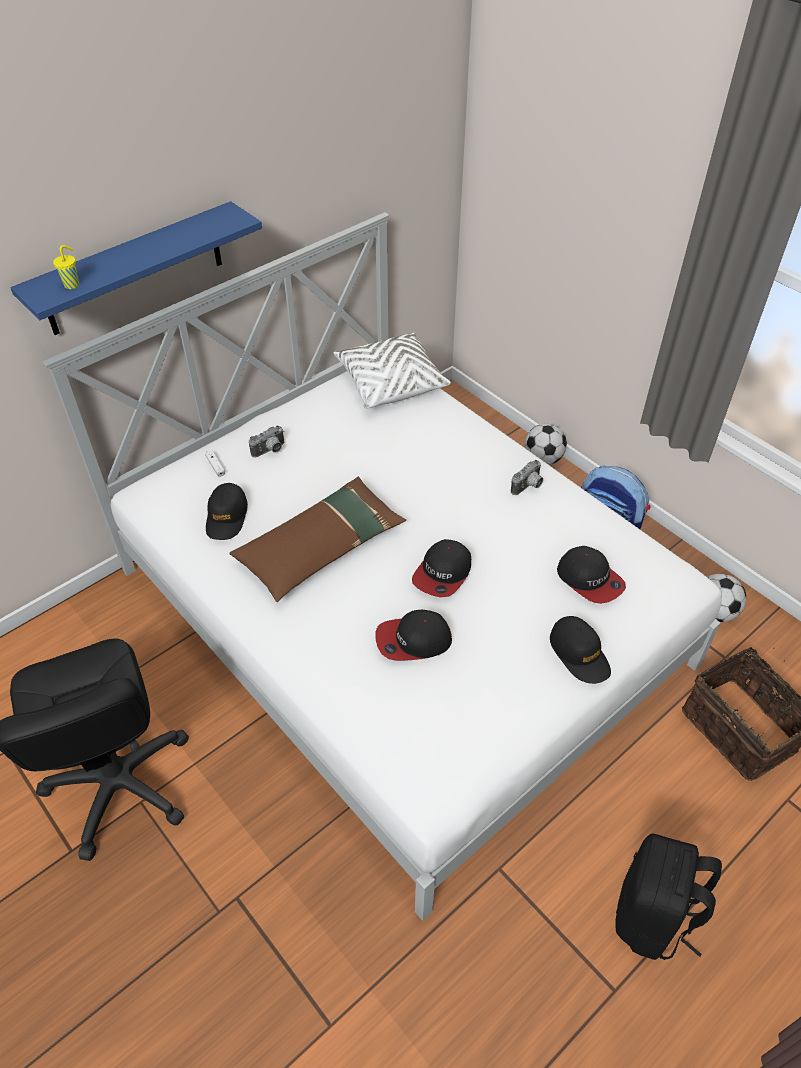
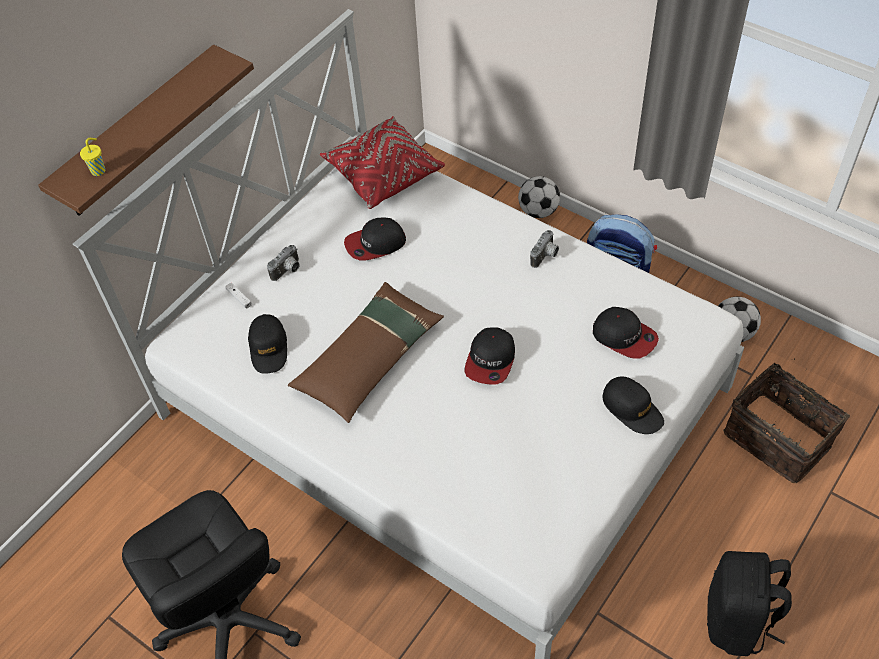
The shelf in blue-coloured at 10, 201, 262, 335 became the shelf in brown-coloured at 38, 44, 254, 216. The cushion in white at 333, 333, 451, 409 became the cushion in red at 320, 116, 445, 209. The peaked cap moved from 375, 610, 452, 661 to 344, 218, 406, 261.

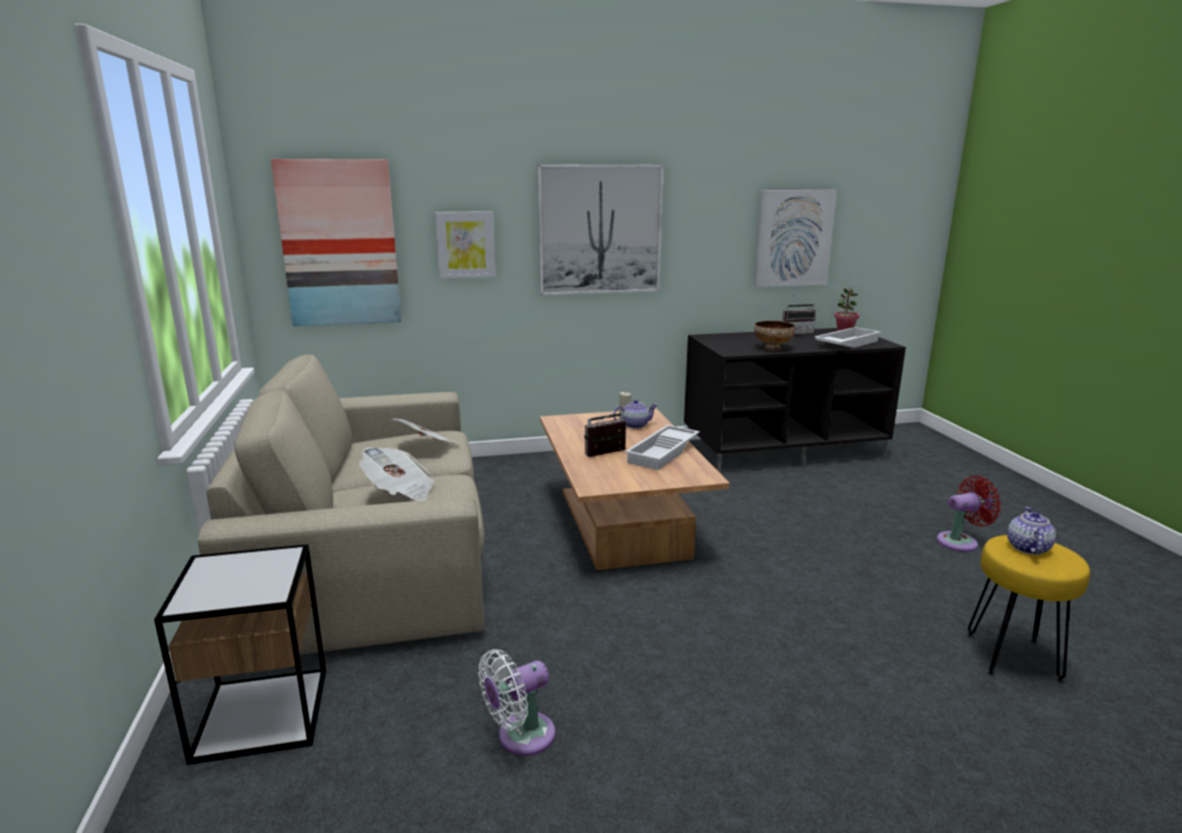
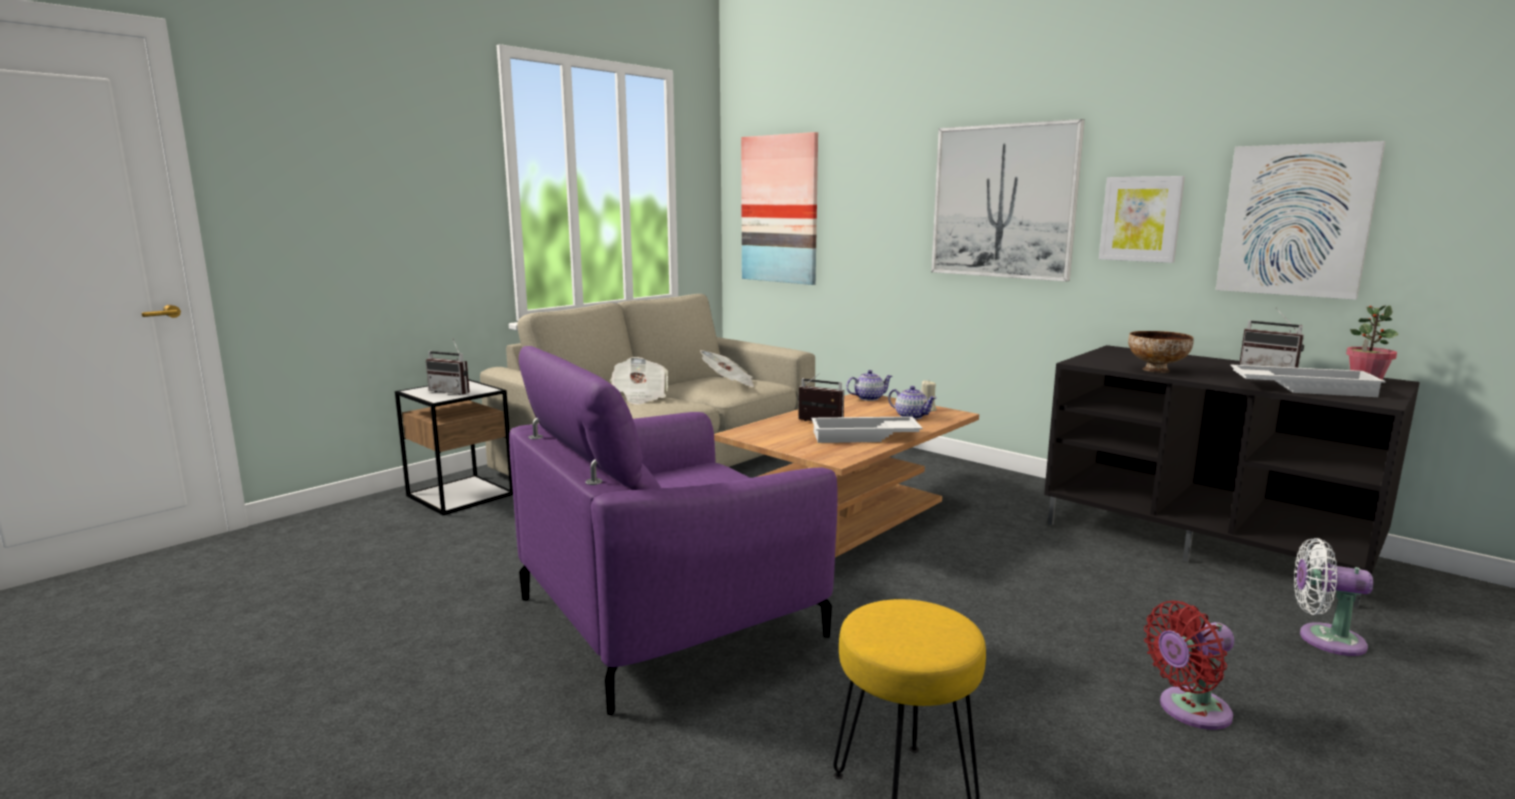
The radio at 426, 340, 470, 395 appeared. The armchair in purple-coloured at 509, 346, 838, 715 appeared. The teapot moved from 1007, 507, 1056, 555 to 846, 370, 892, 401. The picture moved from 435, 211, 495, 279 to 1099, 176, 1185, 263. The electric fan in red at 937, 476, 1001, 552 turned 120 degrees clockwise. The electric fan in white moved from 479, 649, 555, 756 to 1294, 538, 1373, 656.

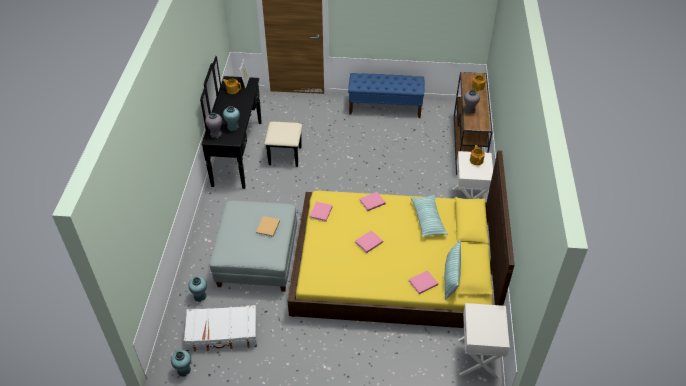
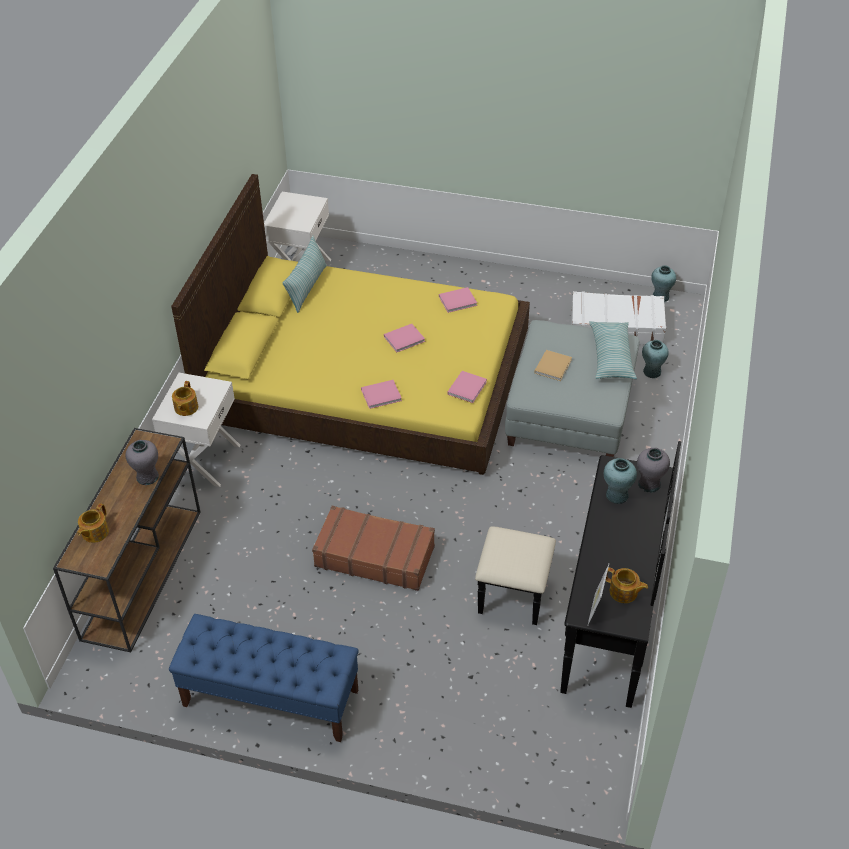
The travel case in brown-coloured at 312, 506, 435, 591 appeared. The book in pinkish moved from 409, 270, 438, 294 to 439, 287, 477, 313. The cushion moved from 411, 195, 448, 237 to 589, 321, 637, 379.

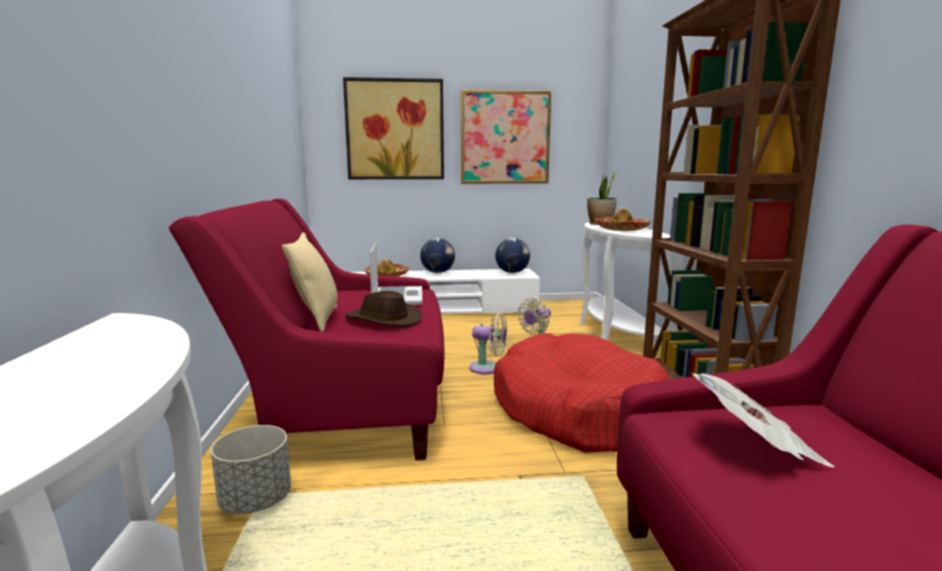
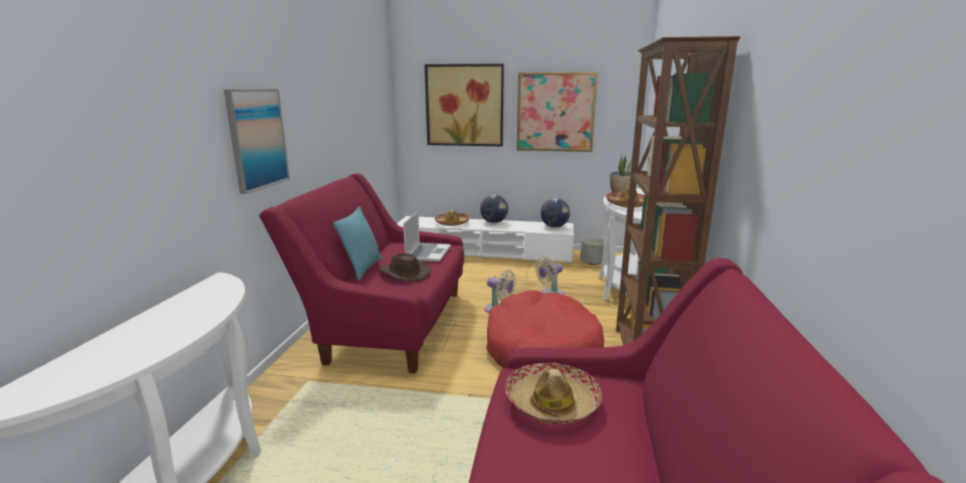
The picture at 224, 89, 290, 194 appeared. The cushion in beige-coloured at 282, 232, 337, 332 became the cushion in turquoise at 333, 206, 382, 281. The newspaper at 691, 373, 834, 467 was replaced by the wearable hat at 505, 363, 602, 424. The plant pot in gray moved from 211, 425, 291, 514 to 580, 237, 603, 265.

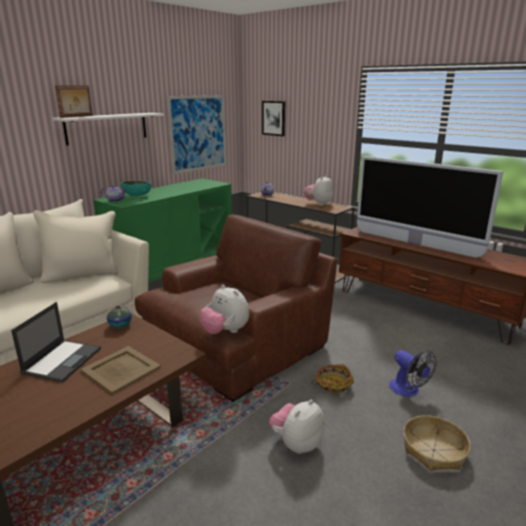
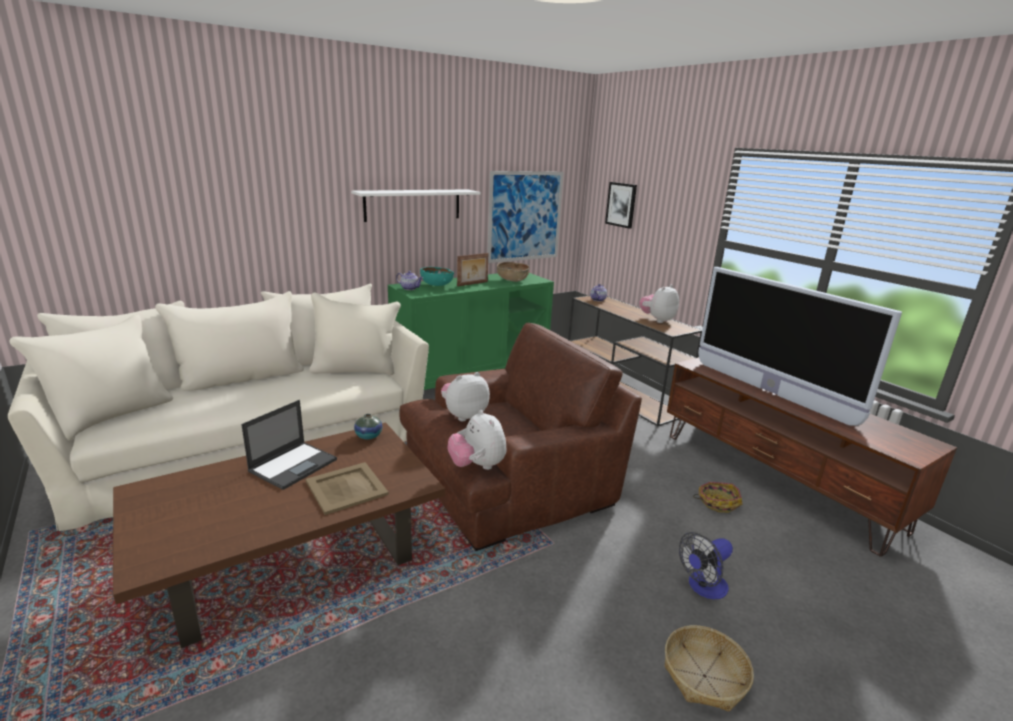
The cuddly toy moved from 269, 399, 324, 454 to 441, 372, 490, 421. The photo frame moved from 55, 86, 93, 118 to 457, 253, 488, 287. The bowl in brown-coloured at 497, 262, 530, 282 appeared. The electric fan at 389, 350, 436, 397 turned 75 degrees clockwise. The household basket moved from 311, 364, 354, 394 to 693, 482, 743, 513.

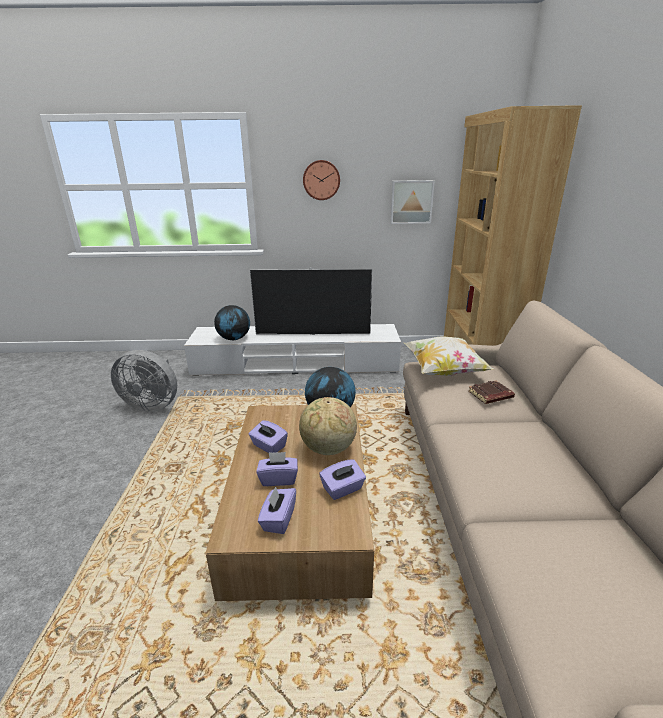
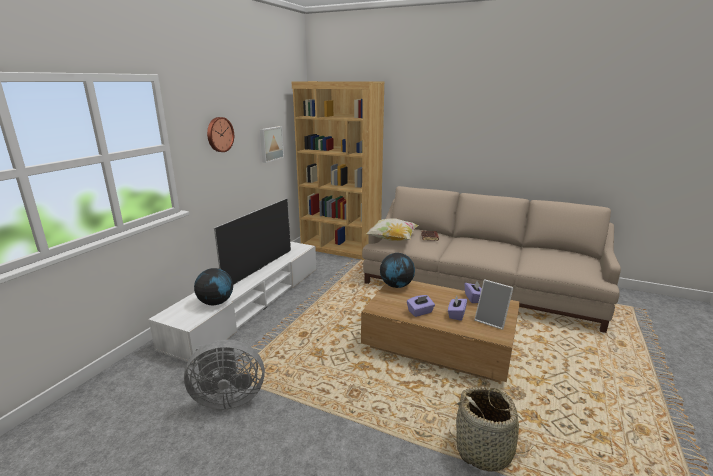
The electric fan in gray at 111, 350, 177, 412 turned 45 degrees clockwise. The household basket at 449, 387, 534, 472 appeared. The box of tissues in purple-coloured at 258, 486, 296, 534 was replaced by the photo frame at 474, 279, 514, 330. The world globe at 299, 397, 357, 455 disappeared.

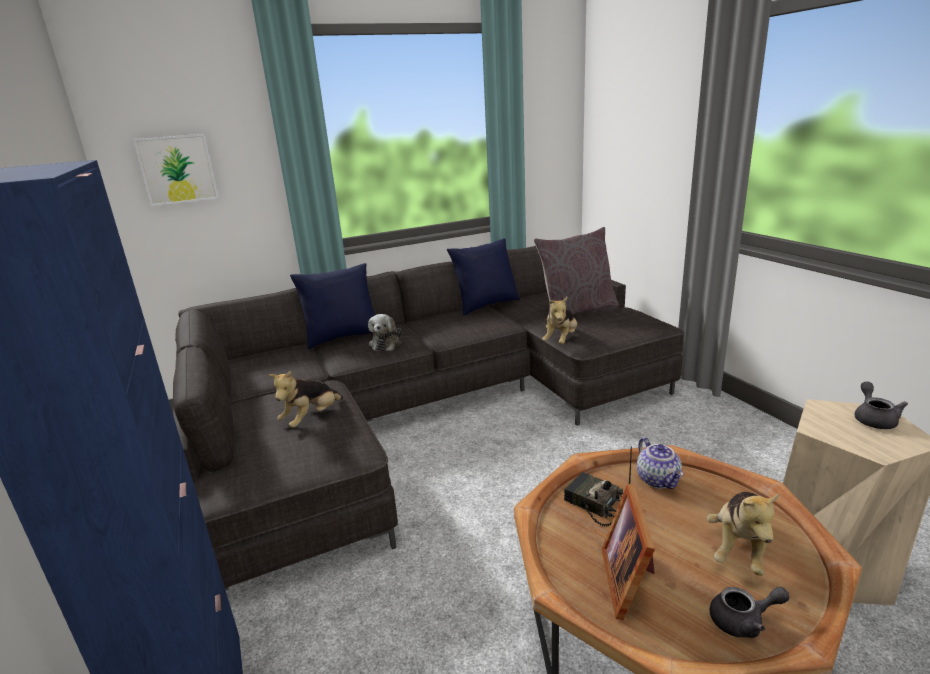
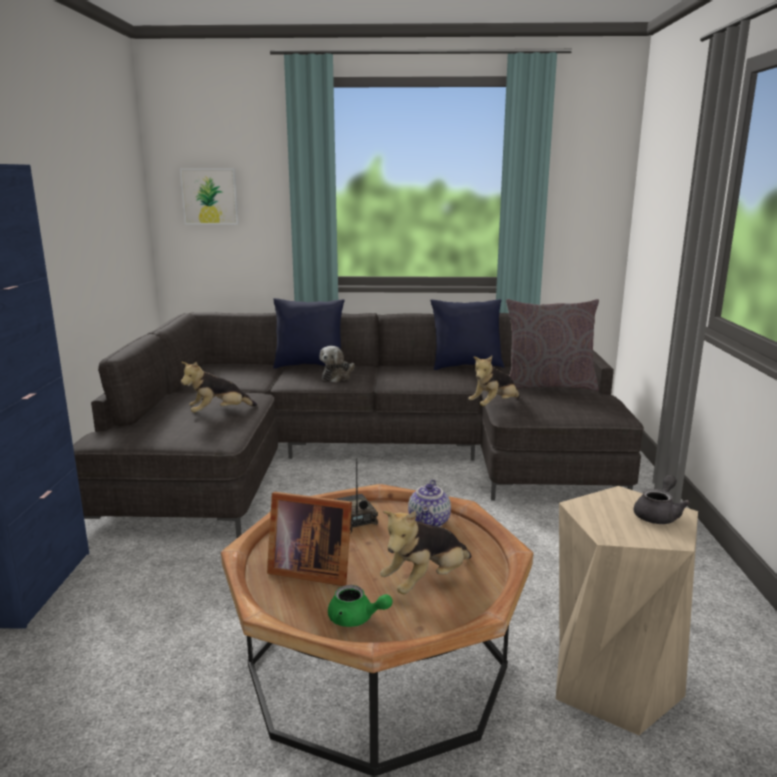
The photo frame at 602, 484, 655, 620 turned 105 degrees counterclockwise. The teapot in gray at 710, 587, 790, 638 became the teapot in green at 328, 585, 392, 627.

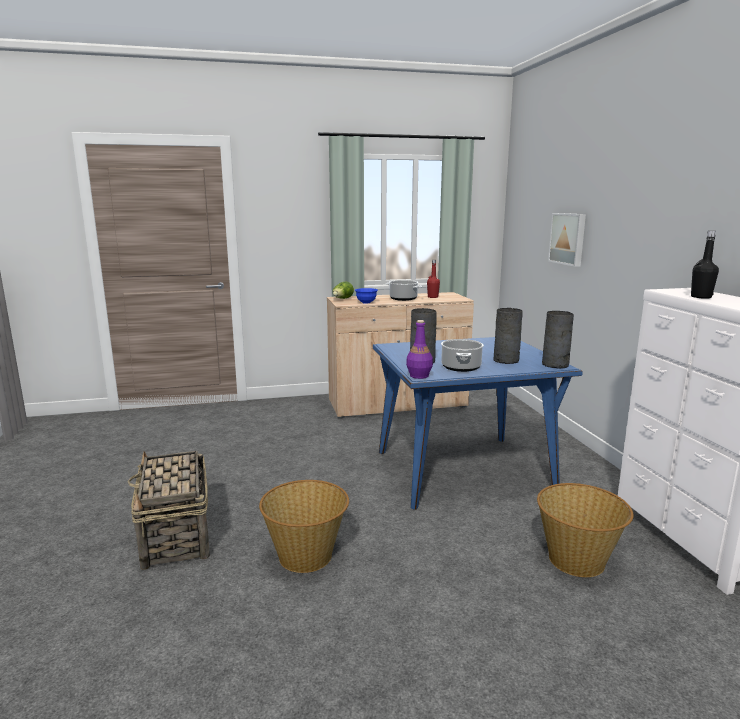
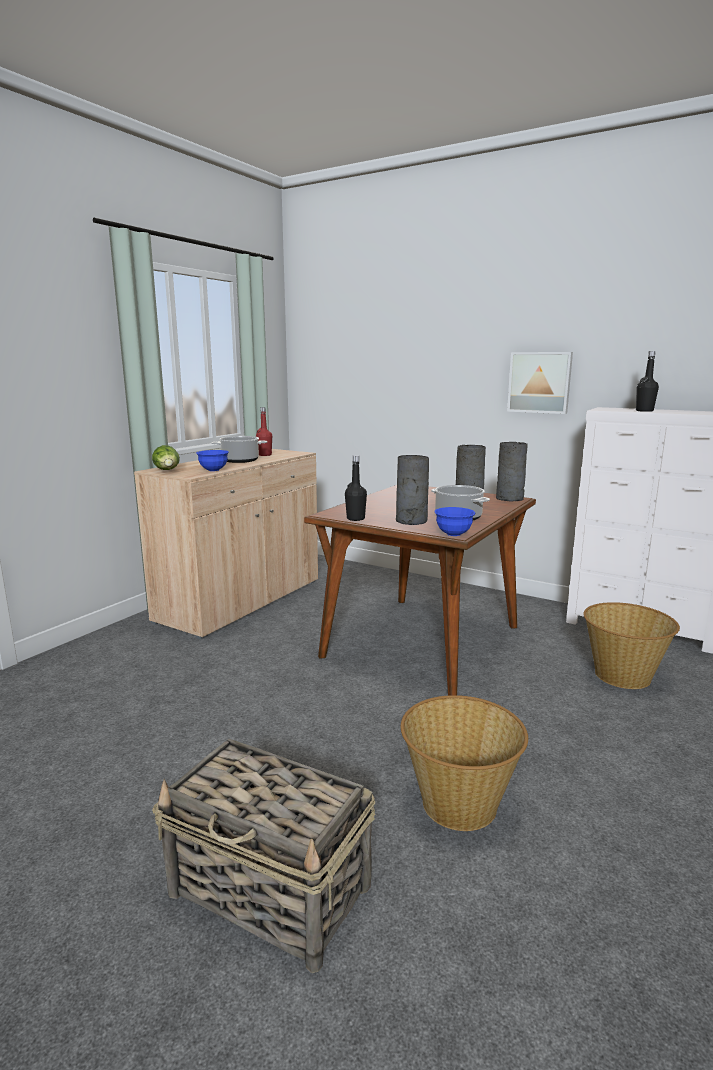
The dinner table in blue-coloured at 373, 337, 583, 510 became the dinner table in brown-coloured at 304, 485, 536, 696. The beverage bottle in black-coloured at 345, 455, 367, 521 appeared. The beverage bottle in purple-coloured at 406, 320, 433, 379 was replaced by the bowl in blue-coloured at 434, 507, 475, 536. The picture moved from 548, 213, 586, 267 to 507, 352, 573, 414.

